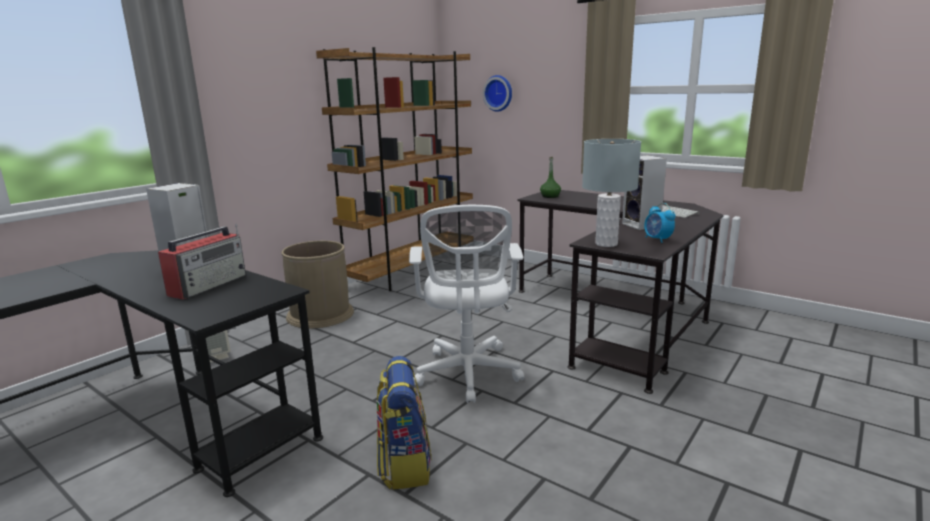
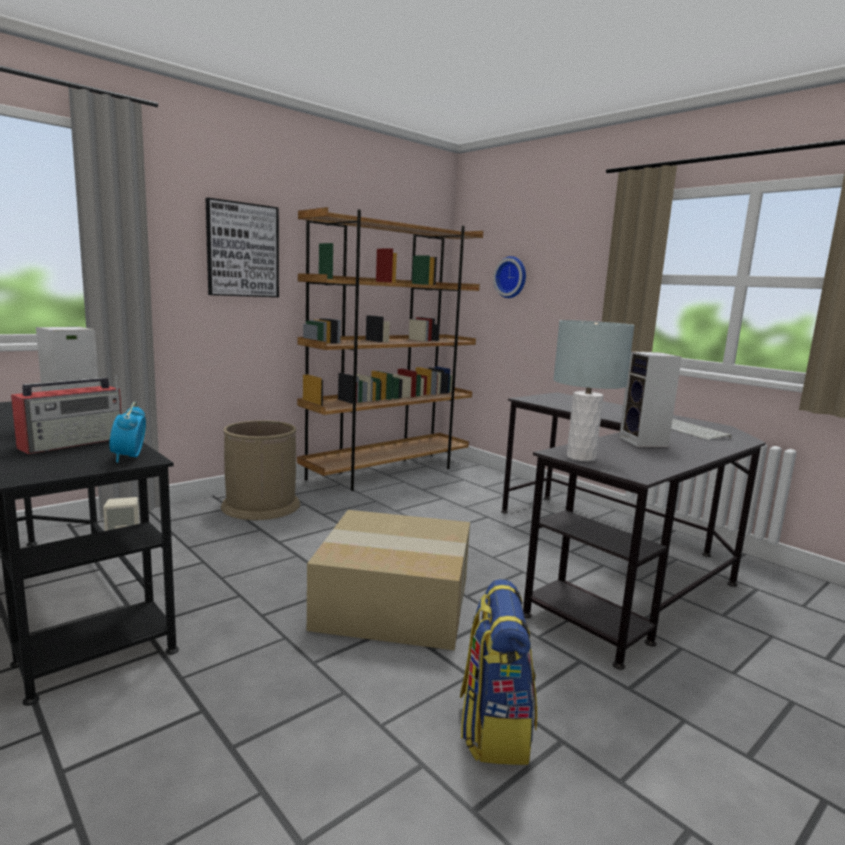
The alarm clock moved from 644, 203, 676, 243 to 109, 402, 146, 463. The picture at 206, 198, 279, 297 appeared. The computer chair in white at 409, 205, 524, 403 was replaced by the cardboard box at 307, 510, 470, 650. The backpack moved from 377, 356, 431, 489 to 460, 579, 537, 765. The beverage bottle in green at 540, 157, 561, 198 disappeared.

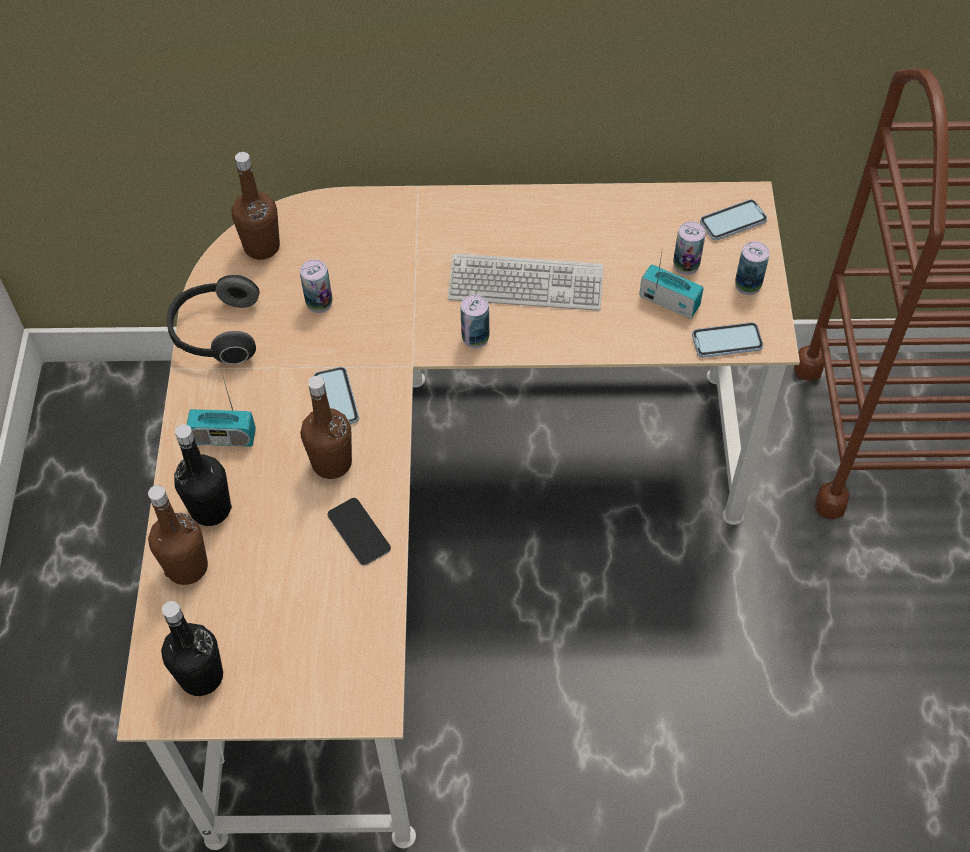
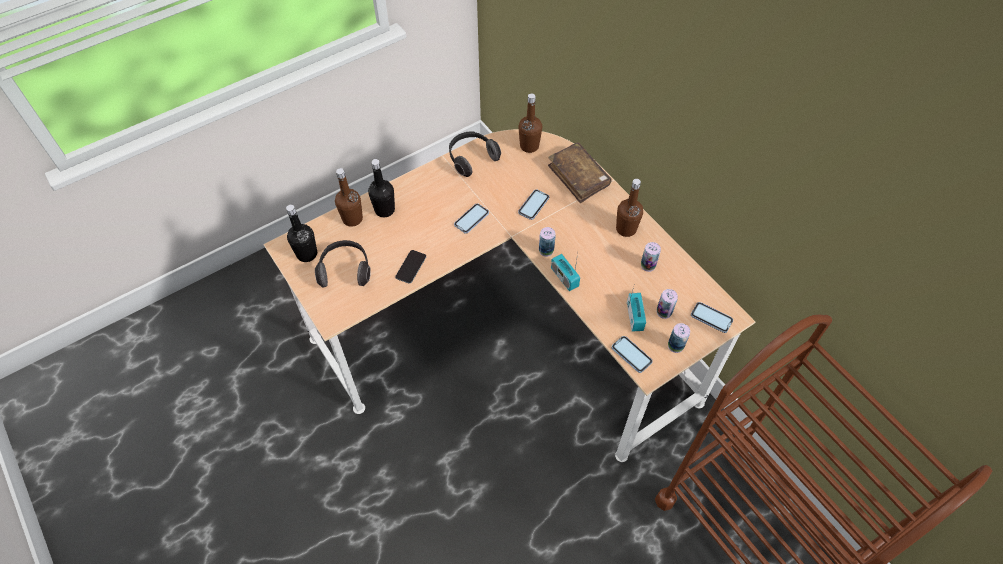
The pair of headphones at 315, 240, 371, 288 appeared. The phone at 518, 189, 549, 220 appeared. The book in brown-coloured at 548, 142, 612, 203 appeared. The radio moved from 187, 374, 256, 447 to 551, 253, 580, 291. The beverage bottle in brown-coloured moved from 300, 376, 352, 479 to 616, 179, 643, 237. The sealed can moved from 300, 259, 333, 313 to 641, 242, 661, 272. The PC keyboard at 448, 254, 603, 311 disappeared.

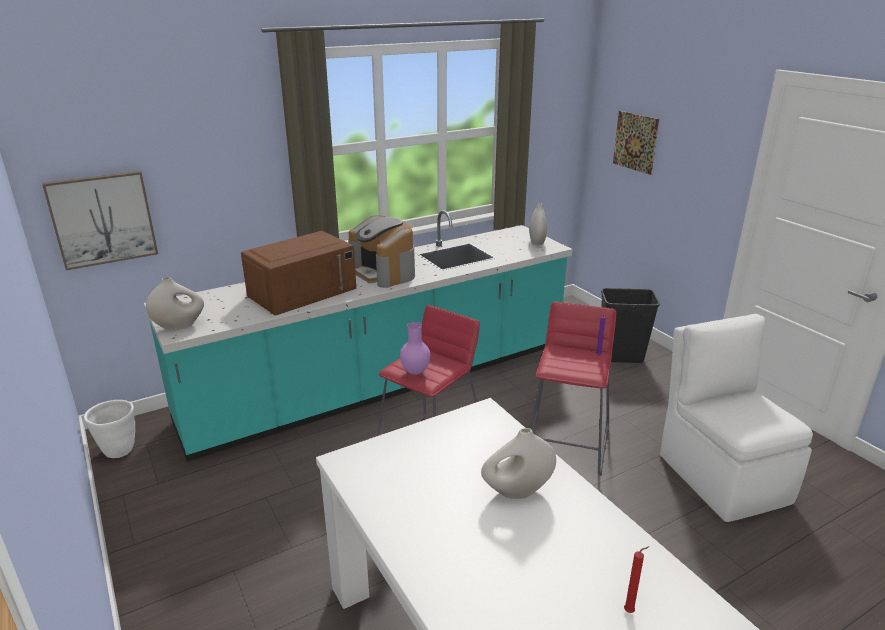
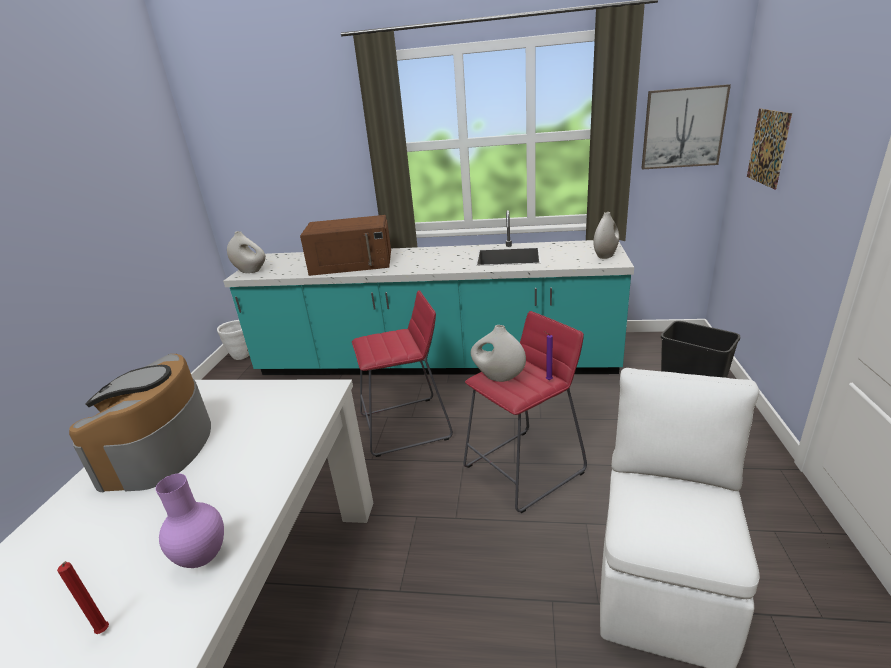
The coffee brewer moved from 348, 215, 415, 288 to 69, 354, 211, 492. The flower vase in purple-coloured moved from 400, 322, 430, 375 to 156, 473, 224, 568. The flower vase in white moved from 481, 428, 556, 499 to 470, 325, 526, 382. The picture moved from 42, 171, 158, 270 to 641, 84, 731, 169.

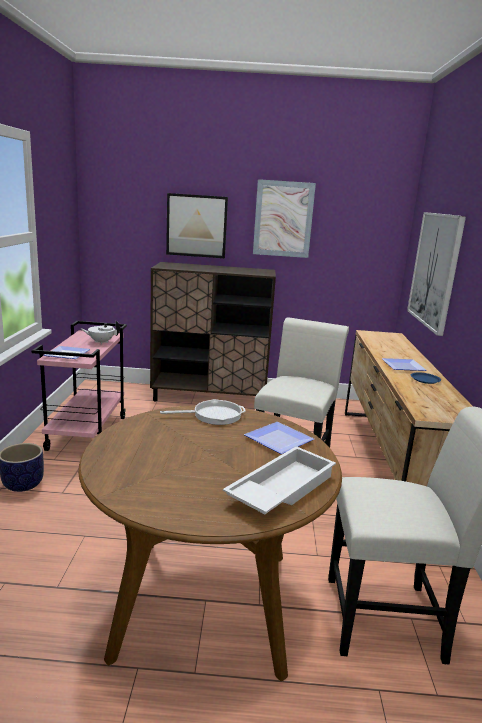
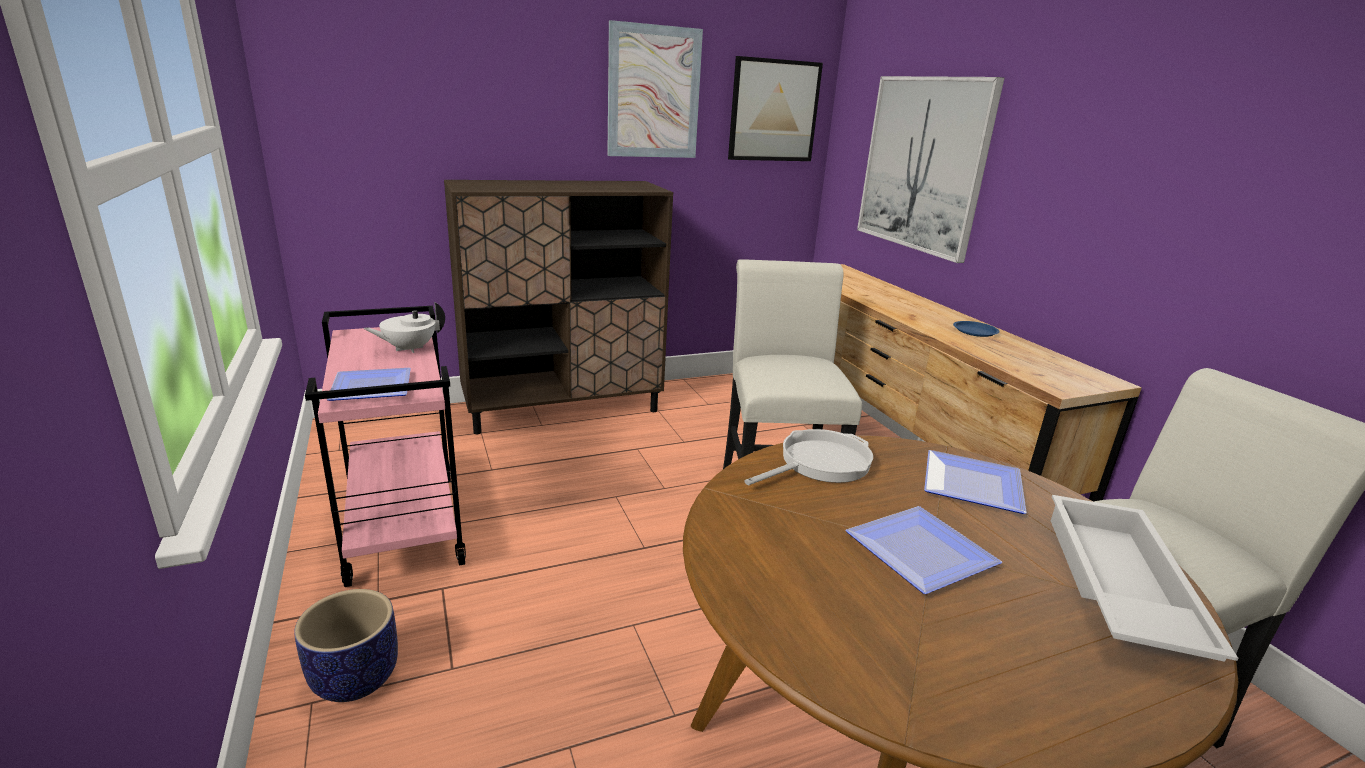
The picture moved from 166, 193, 228, 258 to 728, 56, 823, 161. The flat dish moved from 382, 358, 427, 371 to 846, 506, 1002, 594.

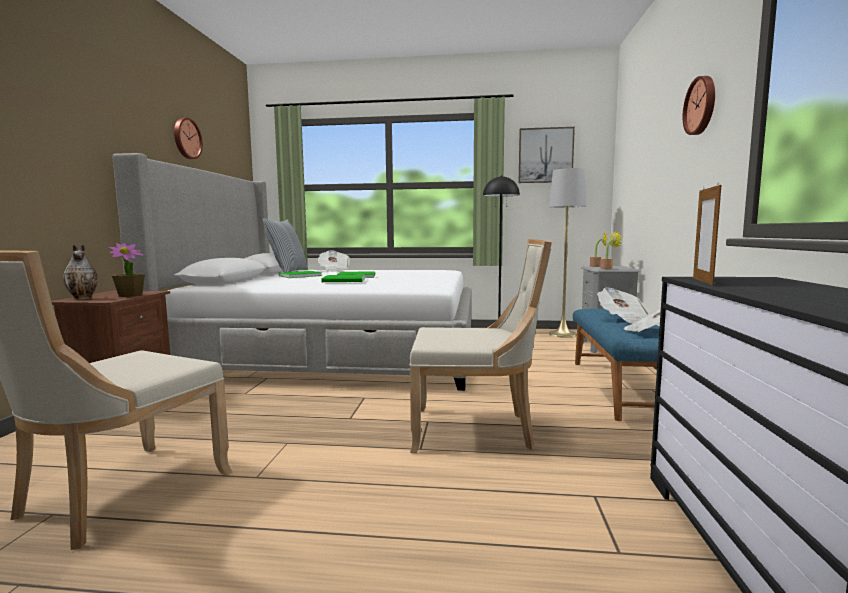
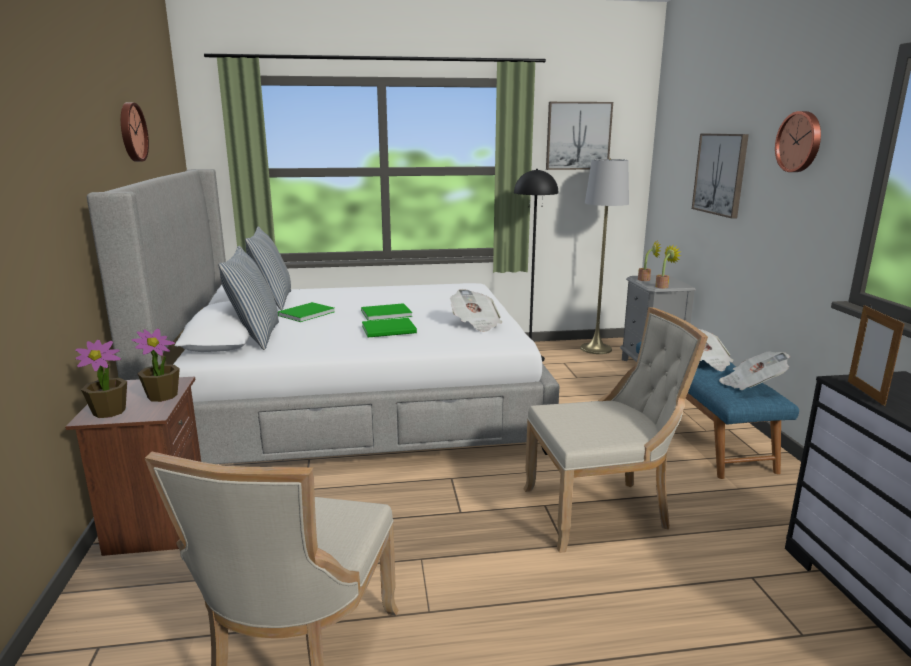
The flower vase at 63, 244, 97, 300 was replaced by the houseplant at 76, 340, 127, 418. The cushion at 218, 246, 279, 350 appeared. The newspaper moved from 317, 250, 350, 272 to 450, 289, 502, 332. The picture at 692, 134, 749, 219 appeared.

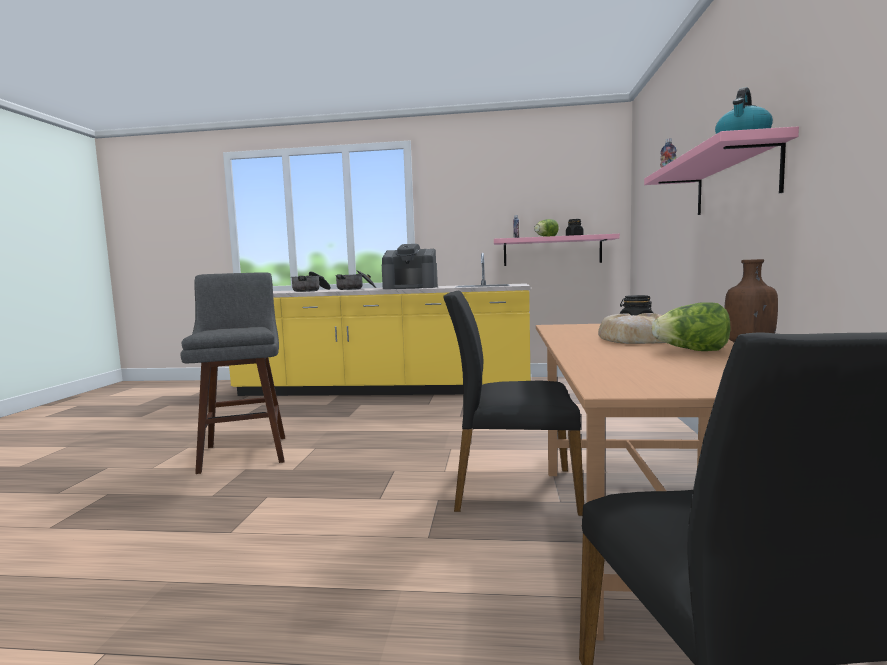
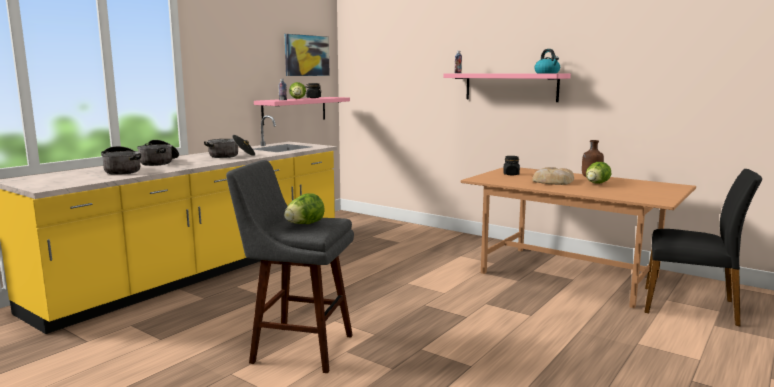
The coffee brewer at 382, 244, 438, 289 was replaced by the cooking pot at 204, 135, 255, 158. The head of lettuce at 284, 194, 325, 224 appeared. The picture at 285, 34, 330, 76 appeared. The plain chair in black-coloured at 443, 291, 584, 516 disappeared.

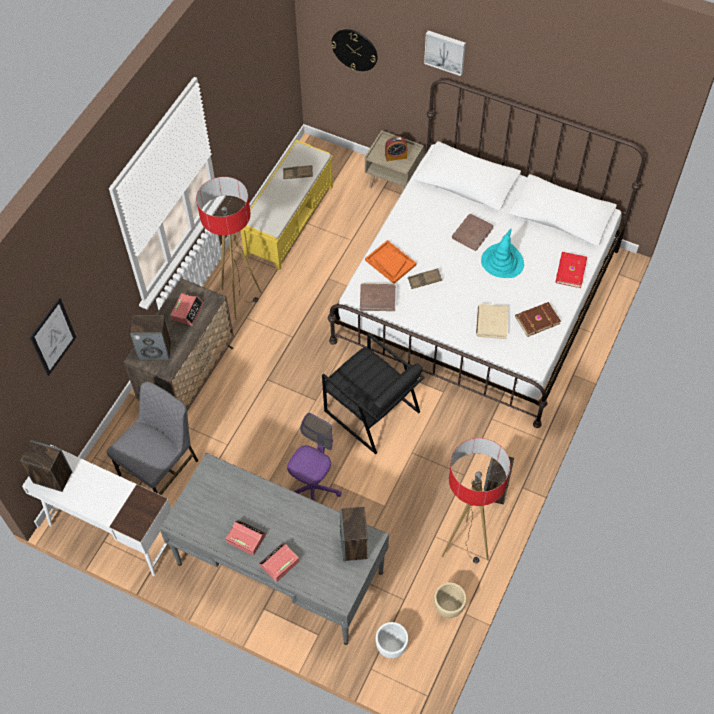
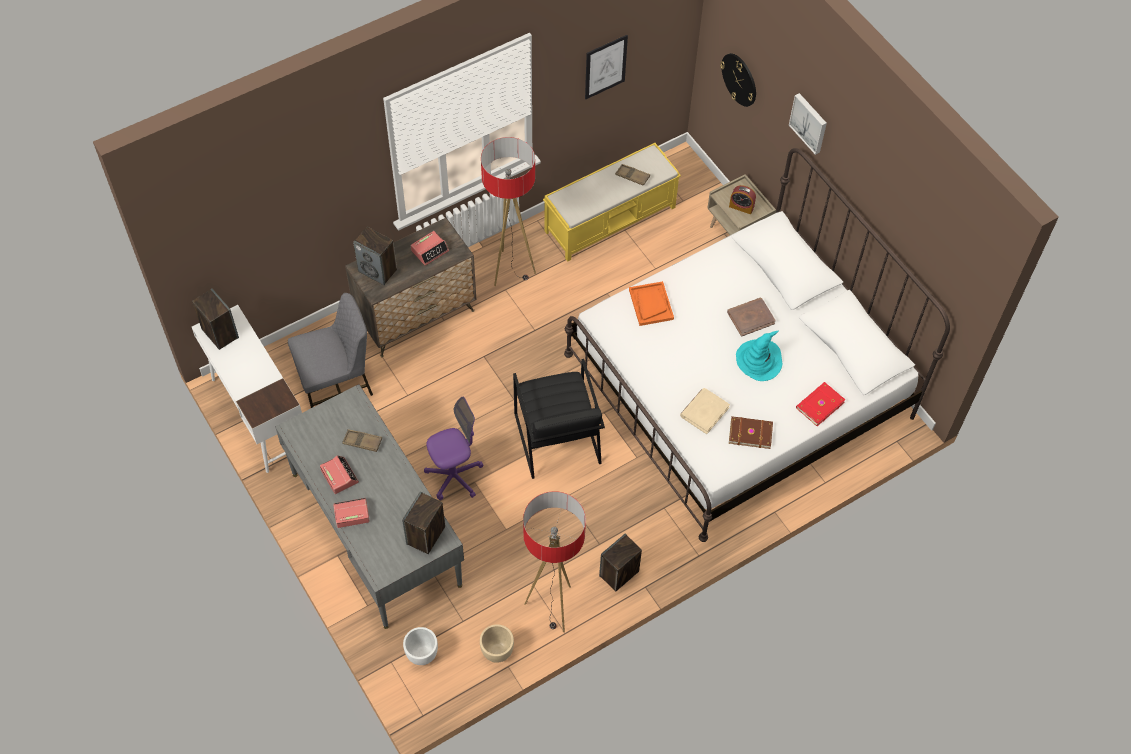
The tray in brown-coloured moved from 408, 268, 442, 289 to 342, 429, 382, 452. The picture moved from 30, 298, 76, 376 to 585, 35, 628, 99. The book in brown-coloured at 360, 284, 396, 311 disappeared.

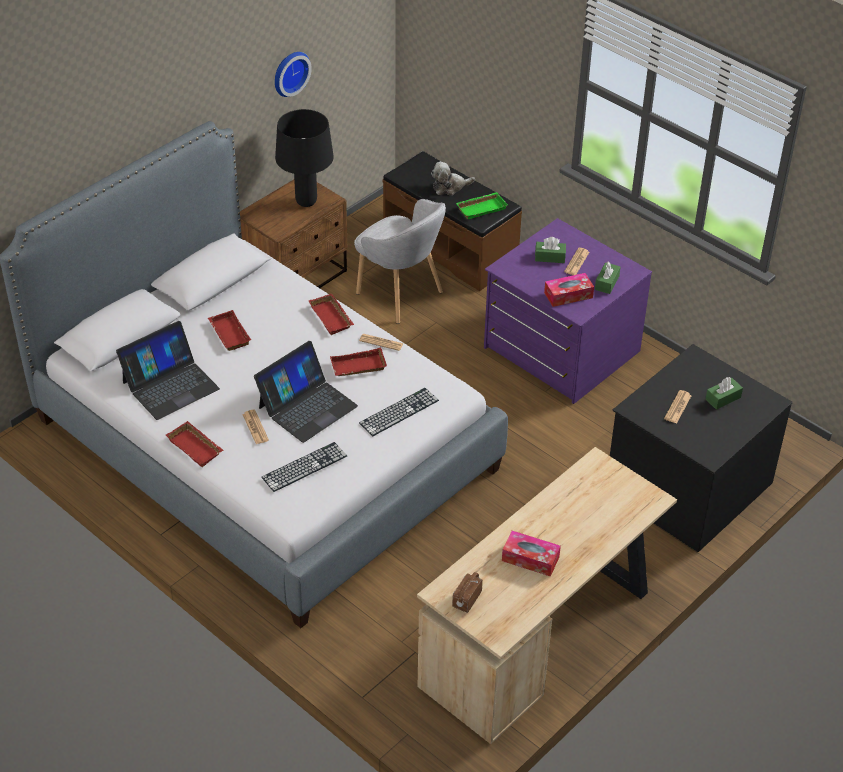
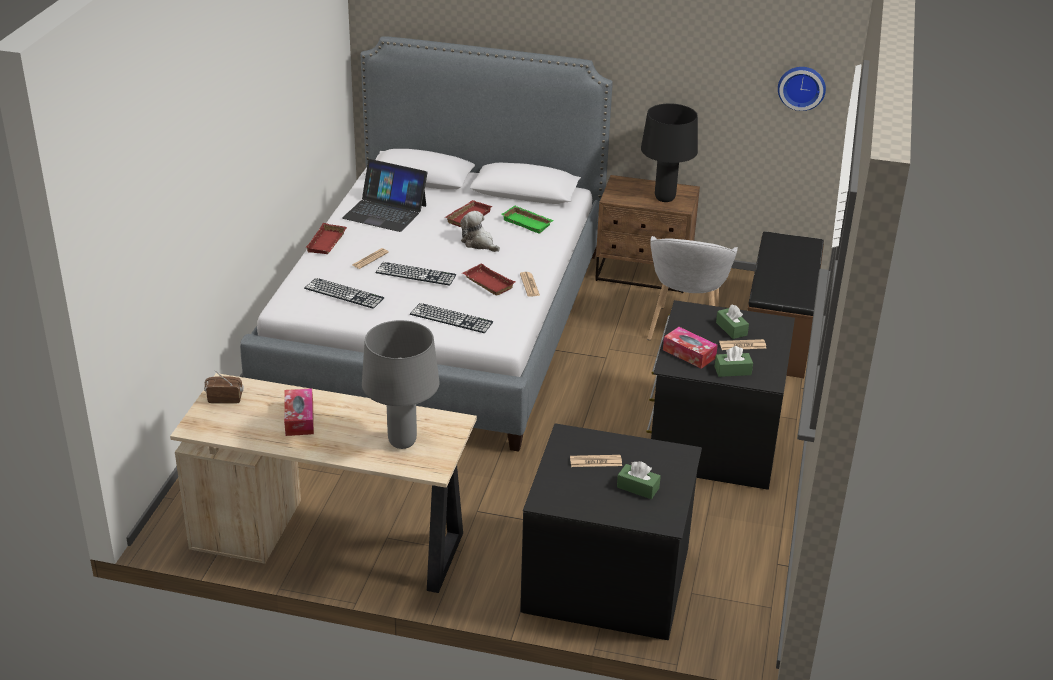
The lamp for a table in gray at 362, 320, 439, 449 appeared. The laptop at 254, 341, 358, 443 was replaced by the PC keyboard at 375, 262, 456, 285. The cuddly toy moved from 431, 162, 475, 195 to 460, 211, 500, 252. The tray in green moved from 456, 192, 508, 219 to 501, 206, 554, 234. The dresser in purple-coloured at 484, 218, 652, 404 became the dresser in black-coloured at 646, 300, 795, 490. The hanging clock moved from 275, 52, 312, 97 to 778, 67, 826, 111. The tray in red at 309, 294, 354, 335 disappeared.

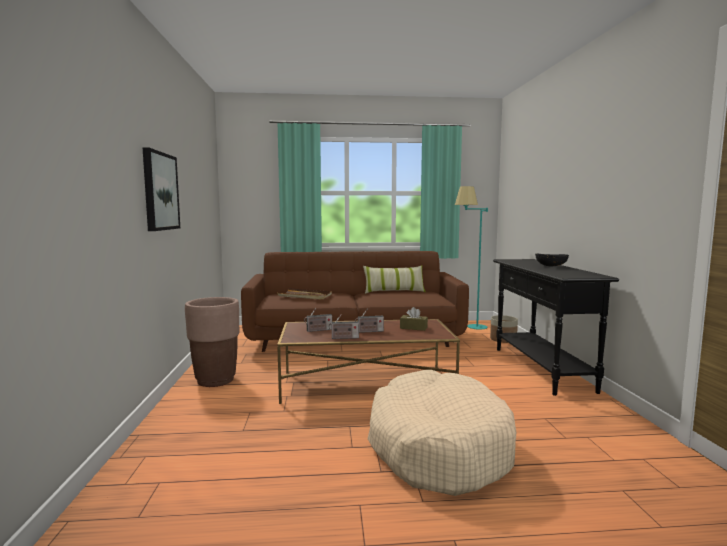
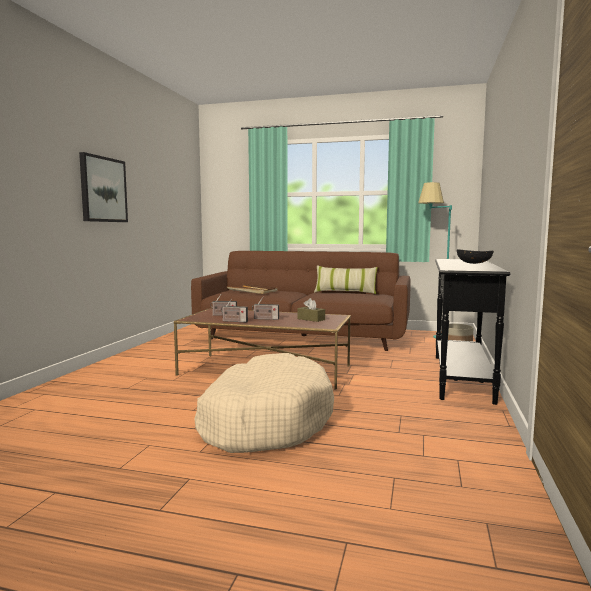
The plant pot in brown-coloured at 185, 297, 239, 387 disappeared.

